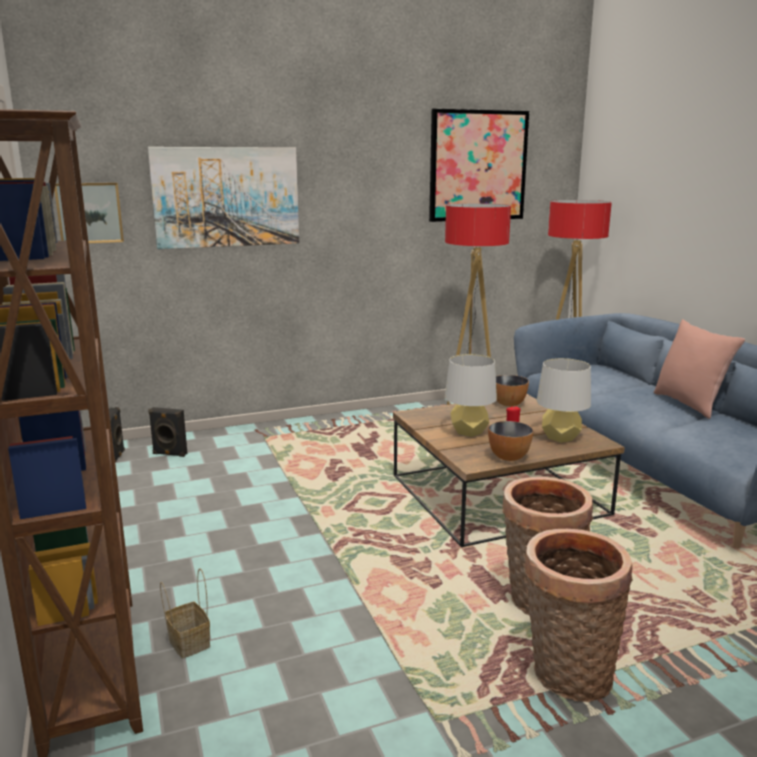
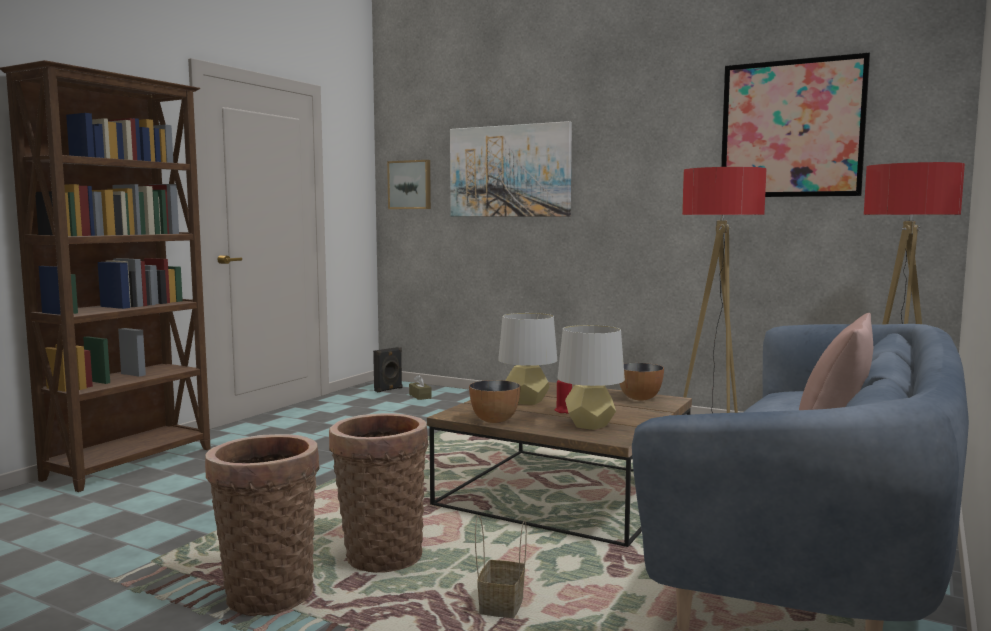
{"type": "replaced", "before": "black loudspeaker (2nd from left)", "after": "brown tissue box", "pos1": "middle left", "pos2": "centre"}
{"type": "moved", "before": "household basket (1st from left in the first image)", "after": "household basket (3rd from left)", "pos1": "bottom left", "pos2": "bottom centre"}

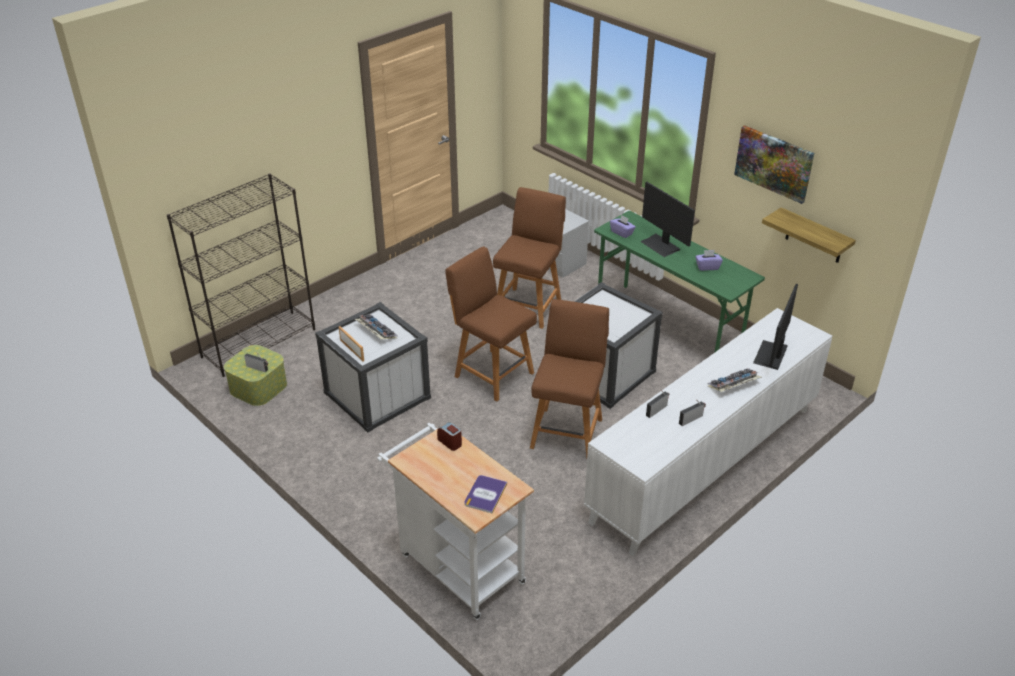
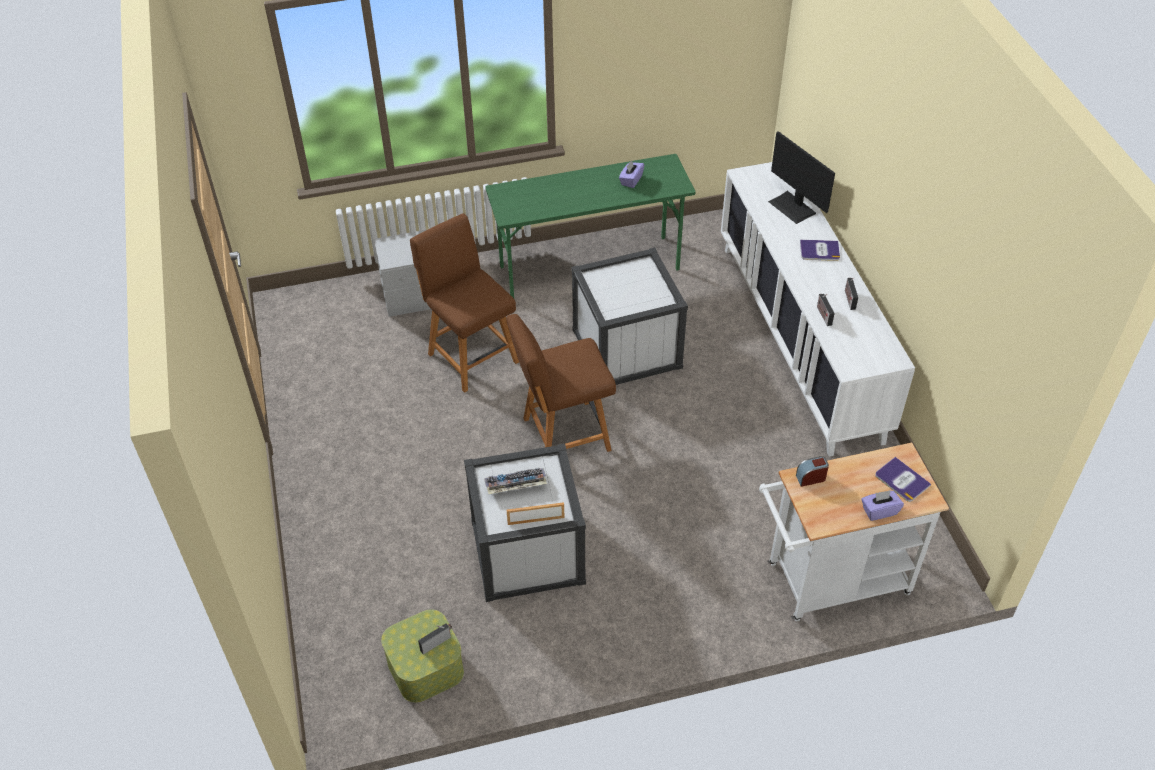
{"type": "removed", "before": "black shelving unit", "pos1": "middle left"}
{"type": "removed", "before": "brown chair (3rd from left)", "pos1": "centre"}
{"type": "moved", "before": "purple tissue box (1st from left in the first image)", "after": "purple tissue box (2nd from left)", "pos1": "centre", "pos2": "middle right"}
{"type": "removed", "before": "monitor (1st from left)", "pos1": "top centre"}
{"type": "replaced", "before": "computer keyboard (2nd from left)", "after": "book (1st from left)", "pos1": "middle right", "pos2": "top right"}
{"type": "removed", "before": "picture", "pos1": "top right"}
{"type": "removed", "before": "shelf", "pos1": "middle right"}

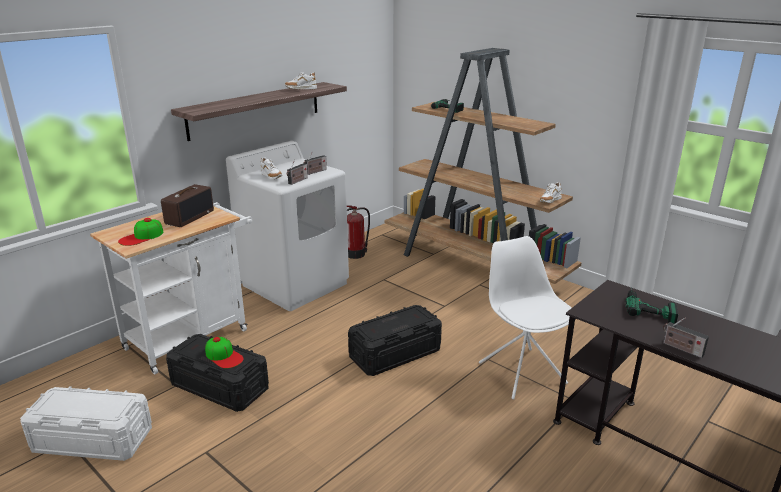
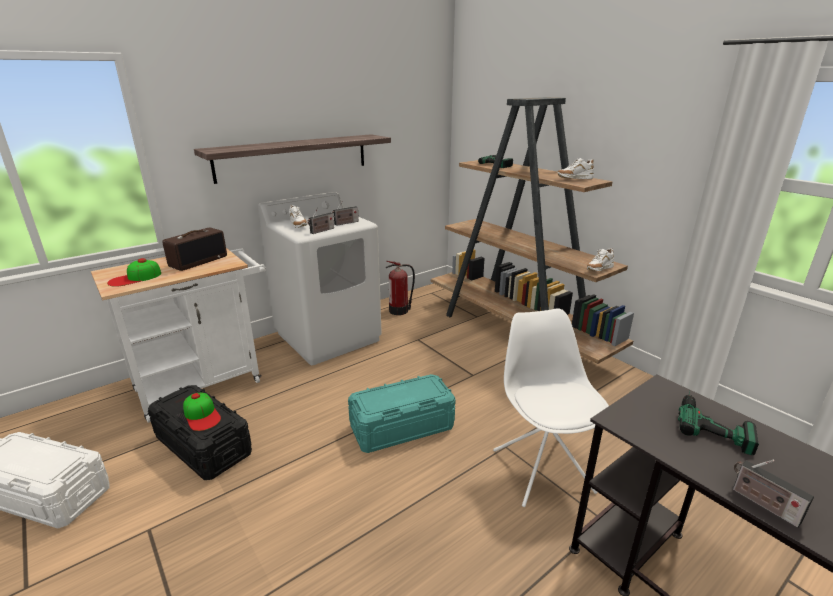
{"type": "moved", "before": "whitish low shoe (2nd from left)", "pos1": "top centre", "pos2": "top right"}
{"type": "recoloured", "before": "black storage box (2nd from left)", "after": "turquoise-coloured storage box", "pos1": "bottom centre", "pos2": "bottom centre"}

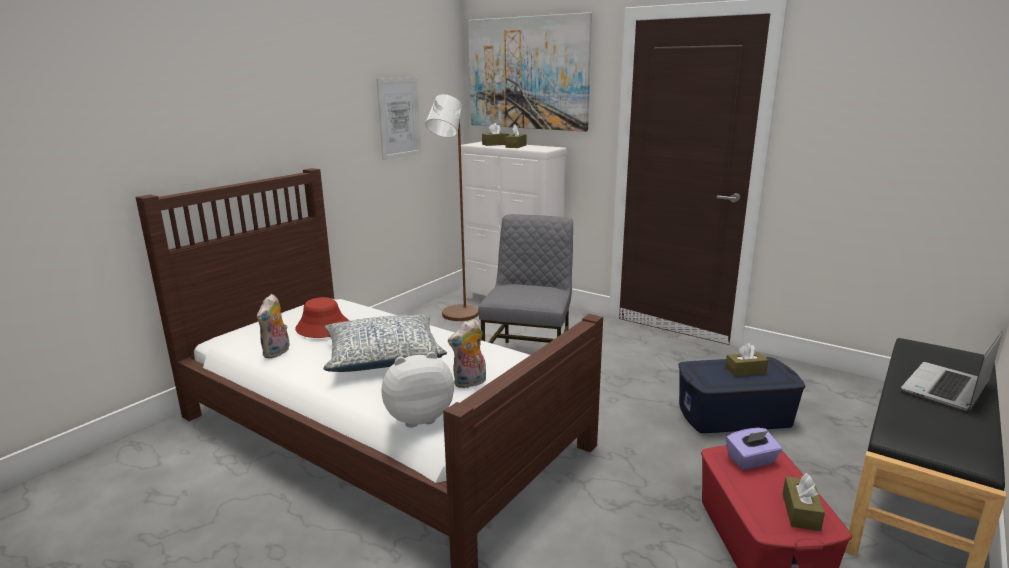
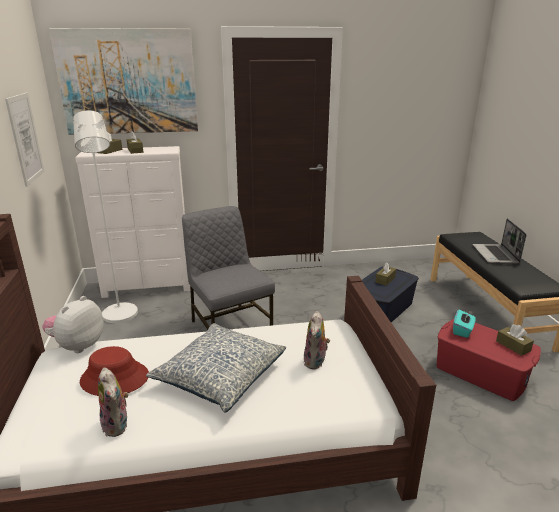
{"type": "moved", "before": "cuddly toy (2nd from left in the first image)", "after": "cuddly toy (1st from left)", "pos1": "bottom centre", "pos2": "middle left"}
{"type": "recoloured", "before": "brown floor lamp", "after": "whitish floor lamp", "pos1": "centre", "pos2": "middle left"}
{"type": "recoloured", "before": "purple tissue box", "after": "turquoise-coloured tissue box", "pos1": "bottom right", "pos2": "middle right"}

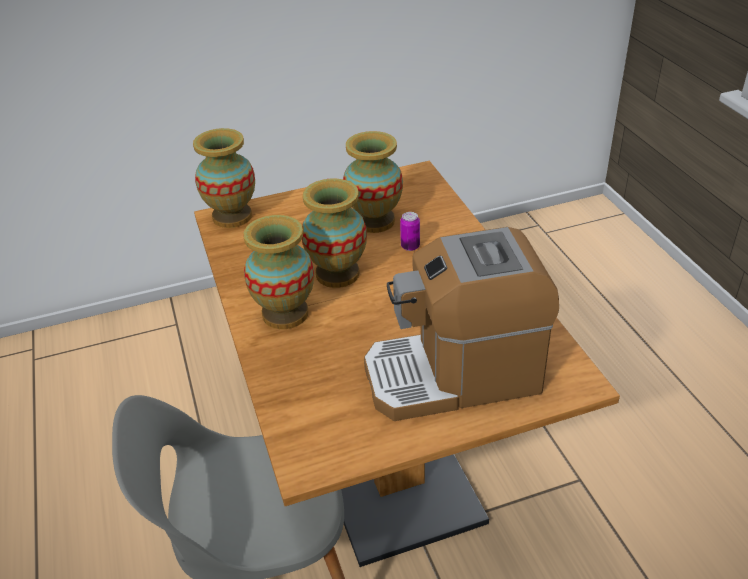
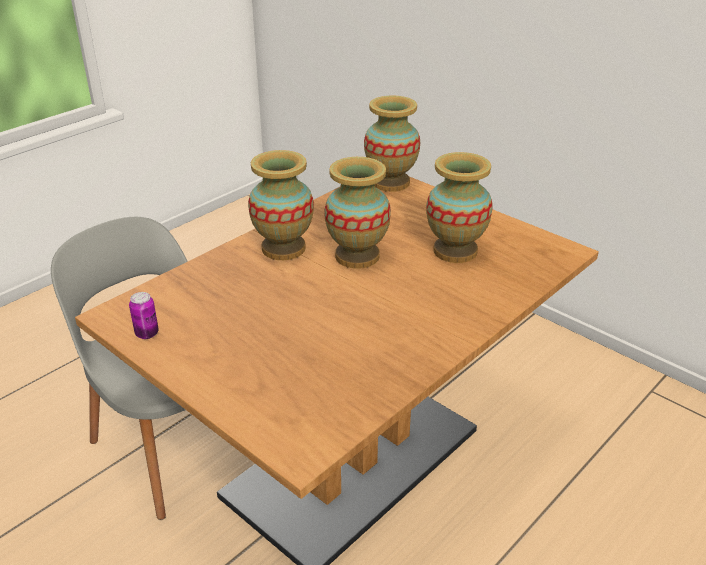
{"type": "removed", "before": "coffee machine", "pos1": "centre"}
{"type": "moved", "before": "sealed can", "pos1": "centre", "pos2": "middle left"}

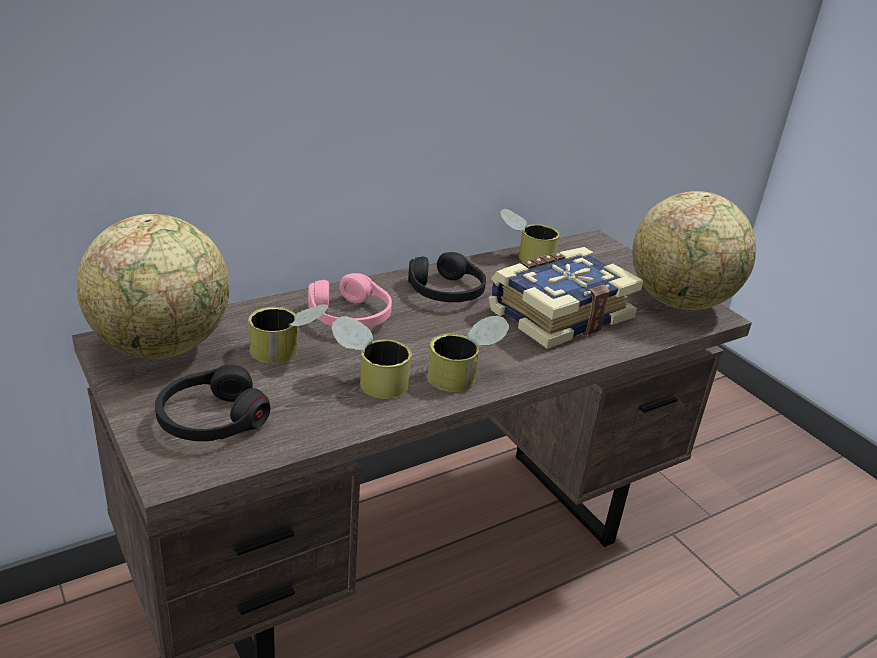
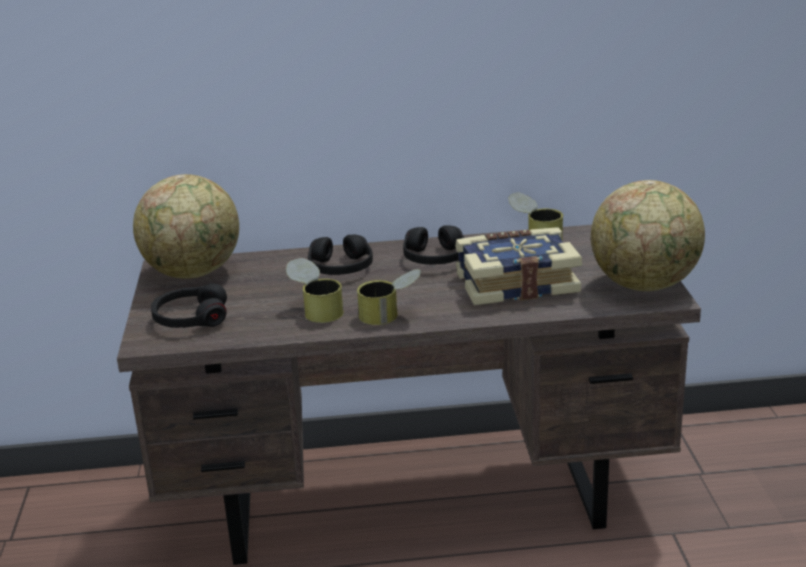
{"type": "removed", "before": "sealed can (1st from left)", "pos1": "middle left"}
{"type": "recoloured", "before": "pink-coloured pair of headphones", "after": "black pair of headphones (2nd from left)", "pos1": "centre", "pos2": "centre"}

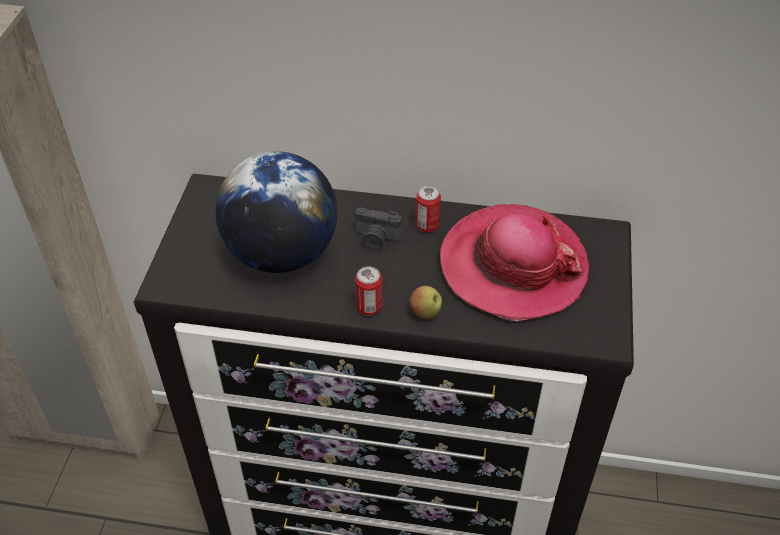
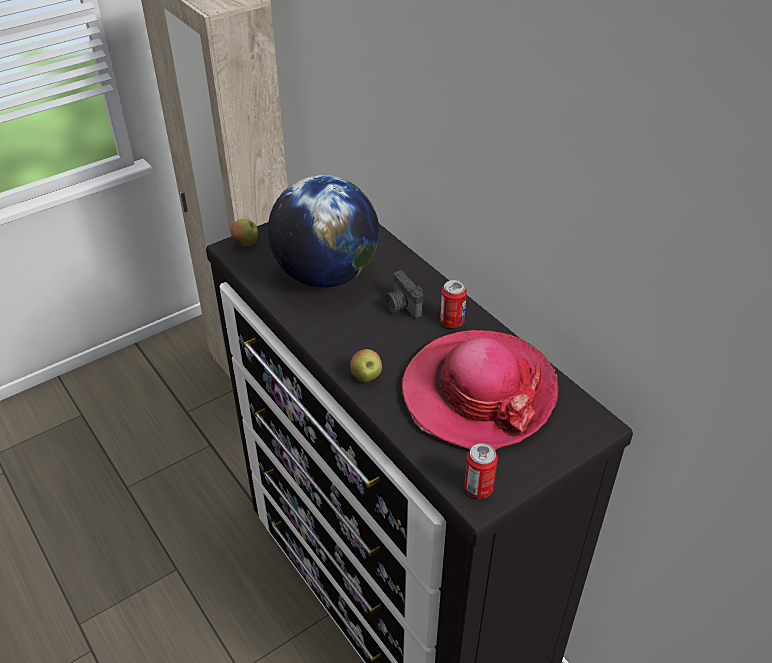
{"type": "moved", "before": "sealed can (1st from left in the first image)", "after": "sealed can (2nd from left)", "pos1": "centre", "pos2": "bottom centre"}
{"type": "added", "after": "apple fruit (1st from left)", "pos2": "middle left"}

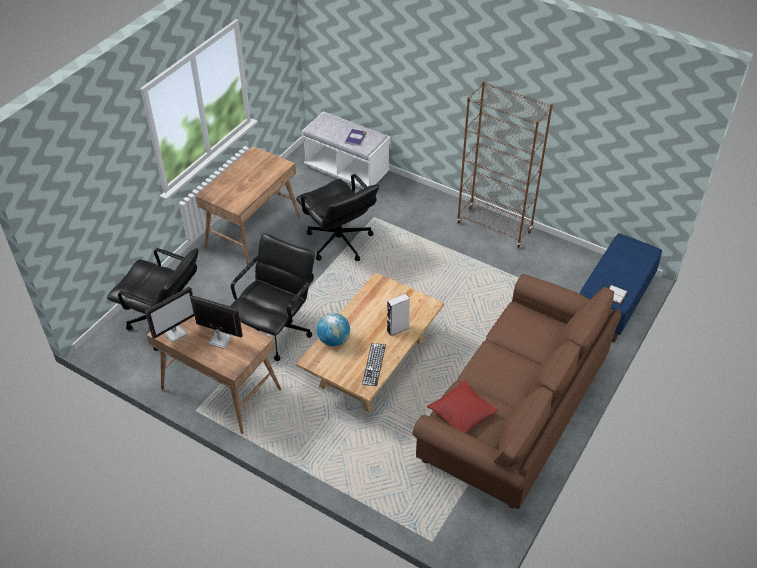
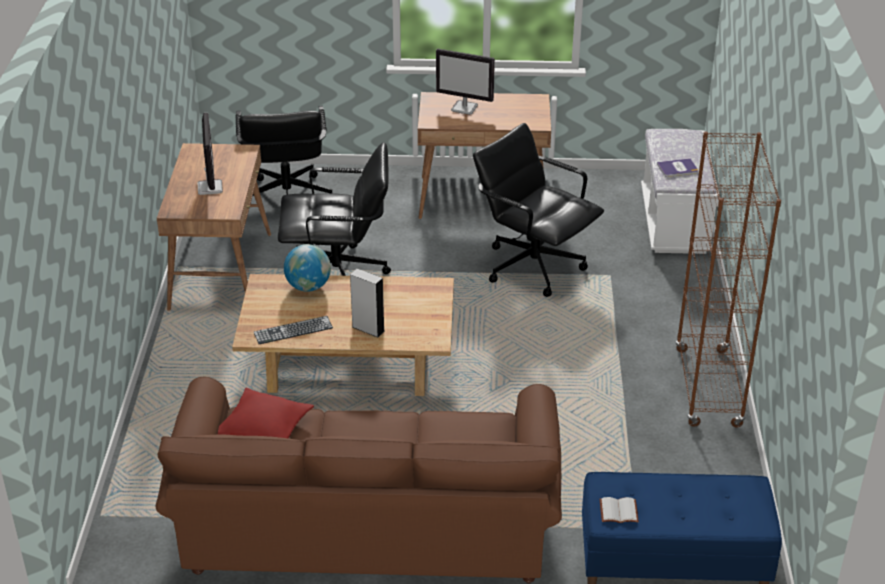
{"type": "moved", "before": "monitor (1st from left in the first image)", "after": "monitor (2nd from left)", "pos1": "middle left", "pos2": "top centre"}
{"type": "turned", "before": "black desk chair (3rd from left)", "pos1": "centre", "pos2": "centre", "turn": 105}

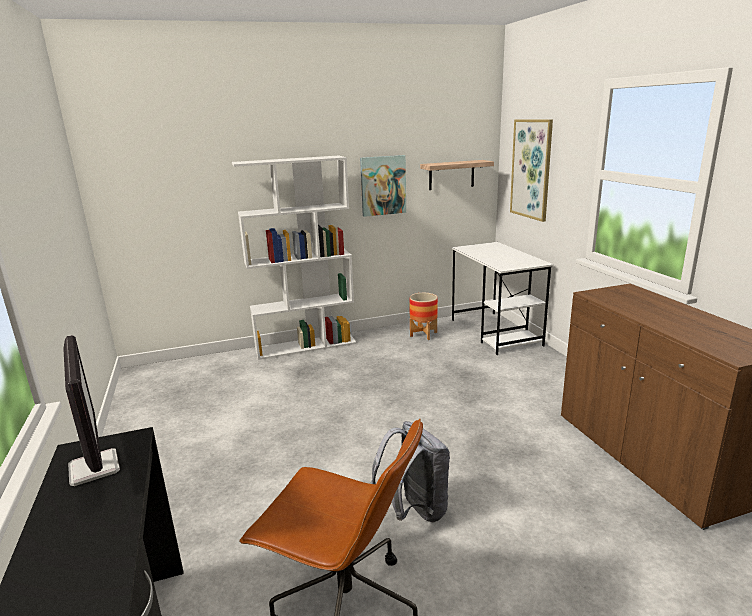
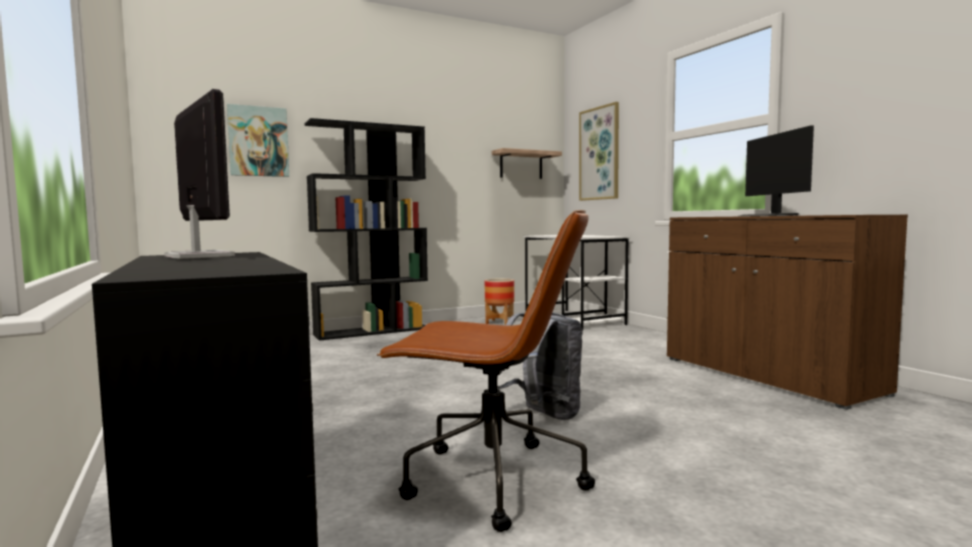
{"type": "recoloured", "before": "whitish shelving unit", "after": "black shelving unit", "pos1": "centre", "pos2": "centre"}
{"type": "moved", "before": "picture (1st from left)", "pos1": "top centre", "pos2": "top left"}
{"type": "added", "after": "monitor (2nd from left)", "pos2": "top right"}

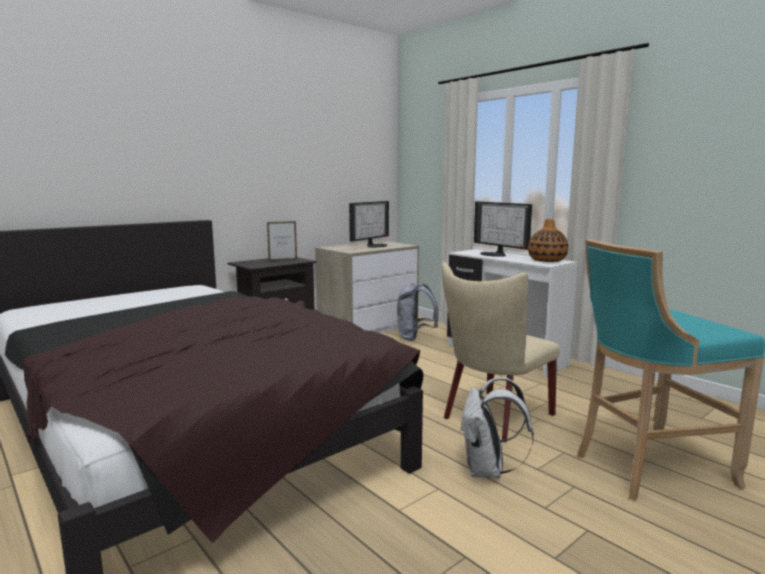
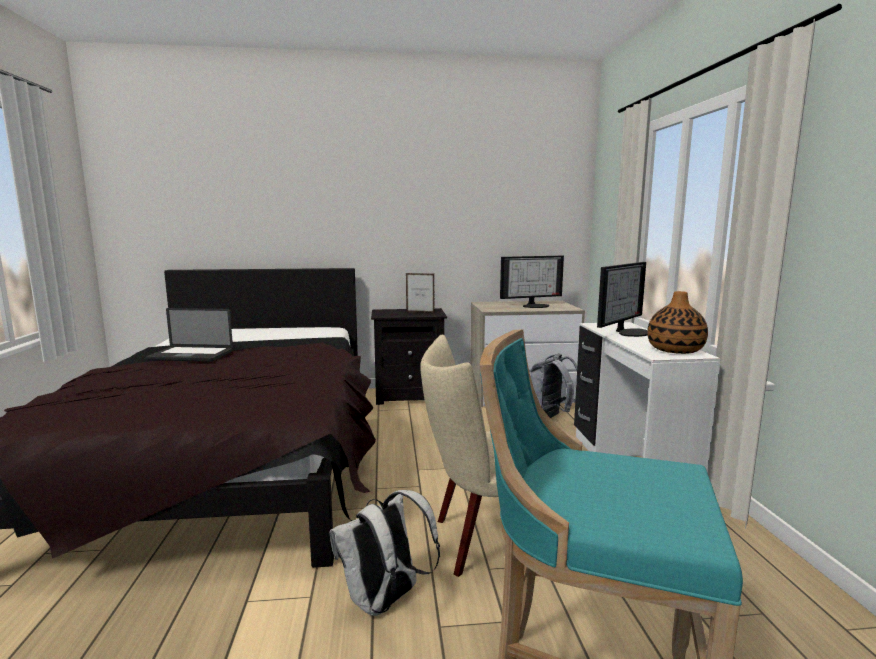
{"type": "turned", "before": "monitor (2nd from left)", "pos1": "centre", "pos2": "middle right", "turn": -135}
{"type": "added", "after": "laptop", "pos2": "middle left"}

